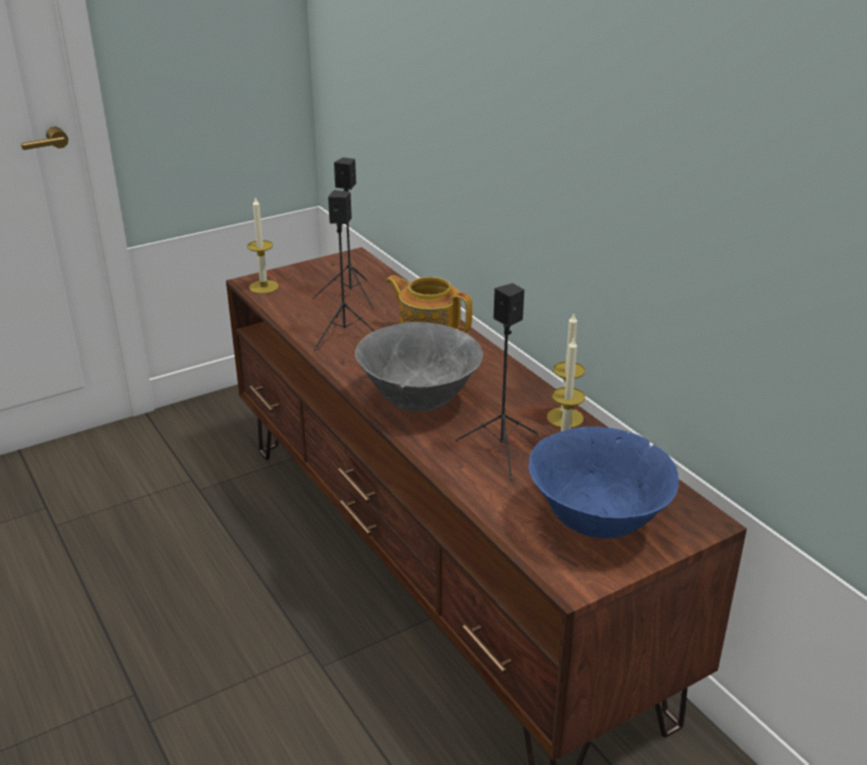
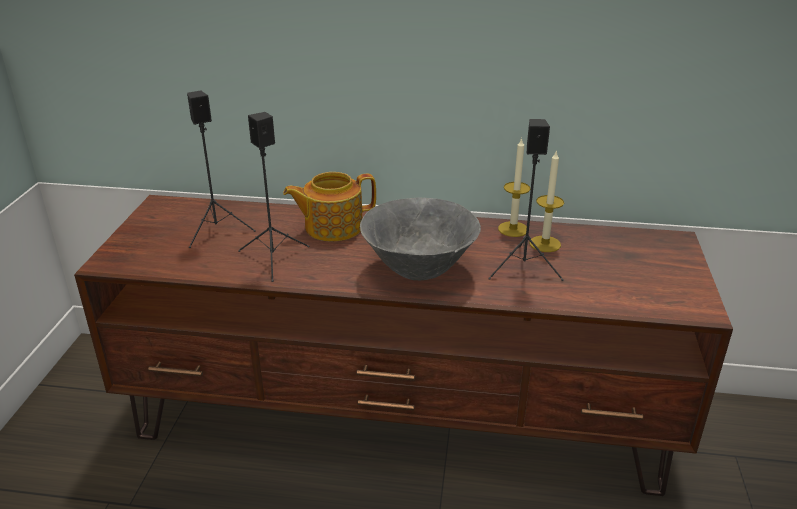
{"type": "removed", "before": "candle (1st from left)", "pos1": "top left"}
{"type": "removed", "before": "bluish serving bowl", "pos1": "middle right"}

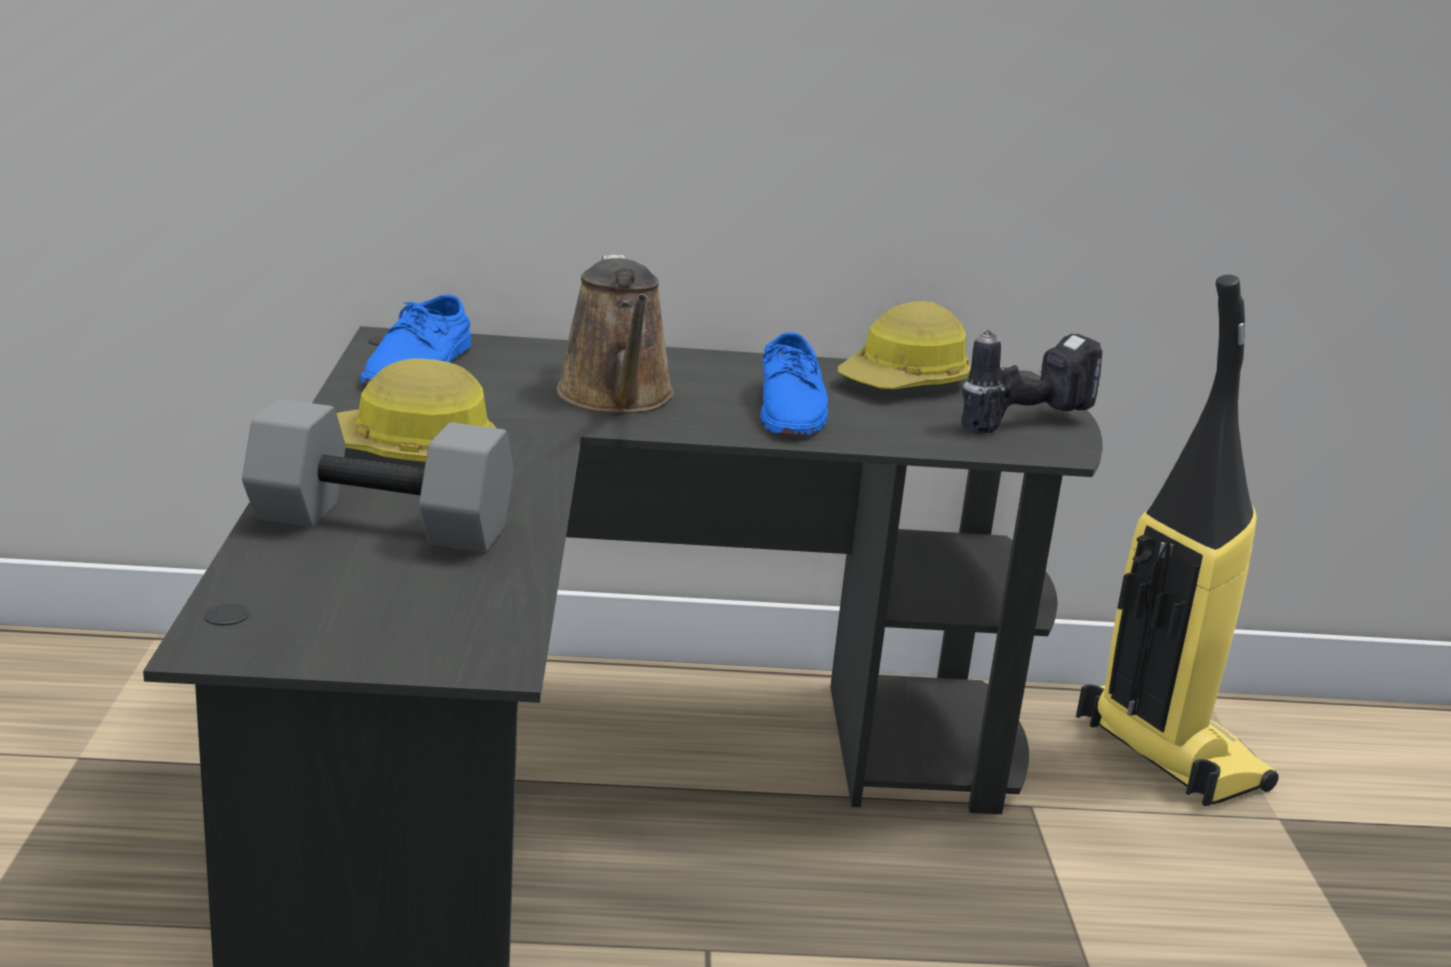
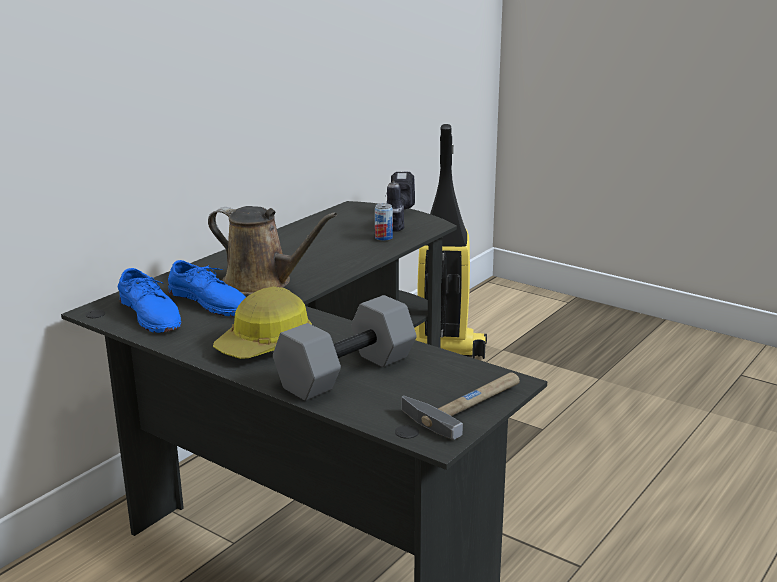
{"type": "moved", "before": "bluish low shoe (2nd from left)", "pos1": "centre", "pos2": "middle left"}
{"type": "removed", "before": "hard hat (2nd from left)", "pos1": "centre"}
{"type": "added", "after": "sealed can", "pos2": "centre"}
{"type": "added", "after": "tool hammer", "pos2": "bottom centre"}

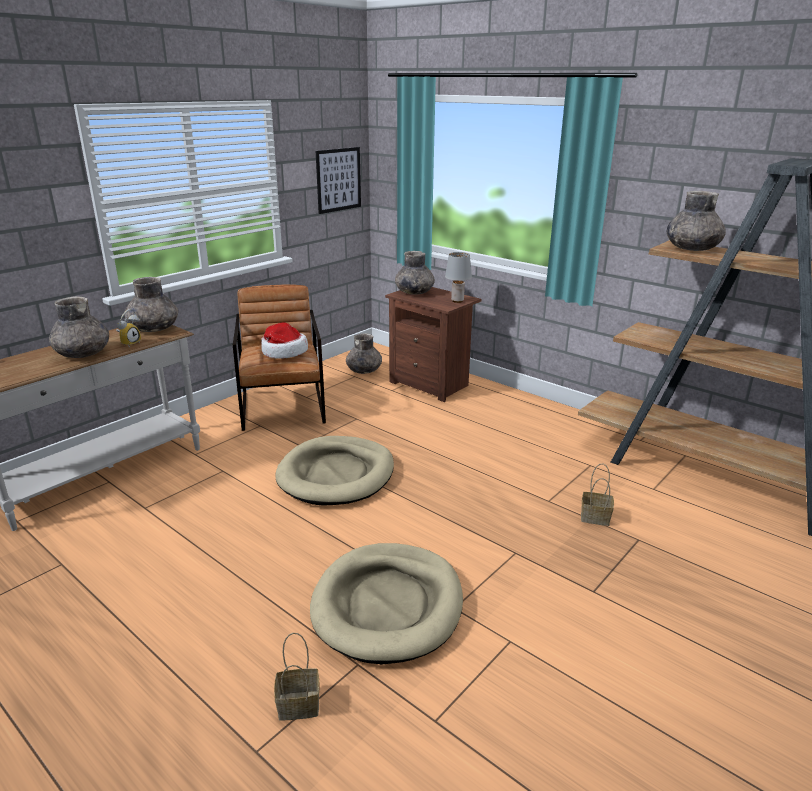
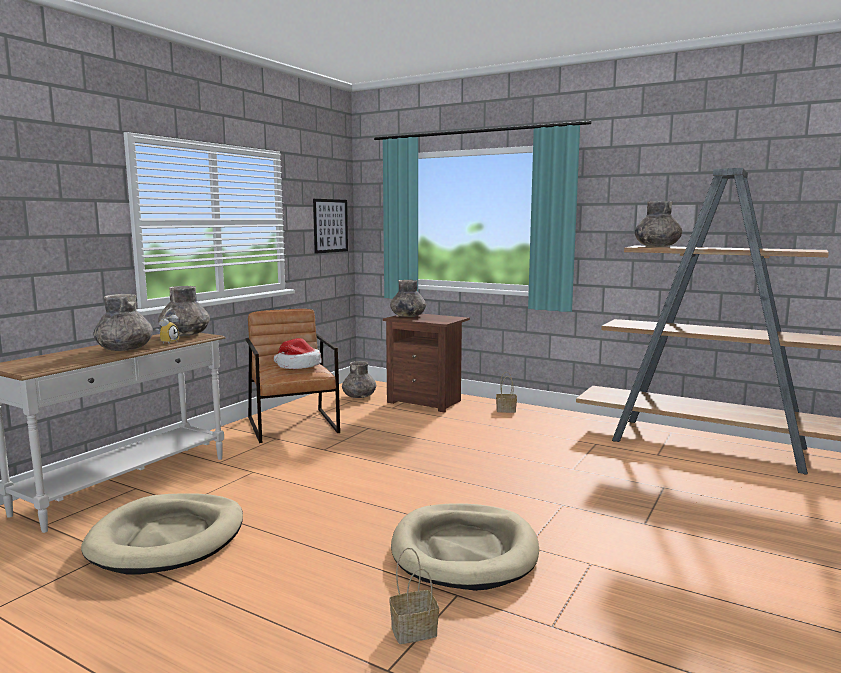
{"type": "moved", "before": "beige-coloured dog cushion (1st from left)", "pos1": "centre", "pos2": "bottom left"}
{"type": "removed", "before": "grey table lamp", "pos1": "centre"}
{"type": "moved", "before": "household basket (2nd from left)", "pos1": "middle right", "pos2": "centre"}

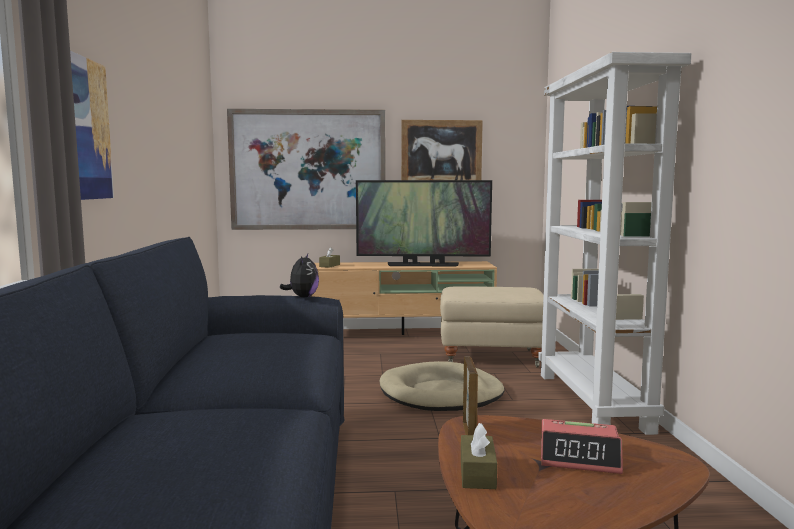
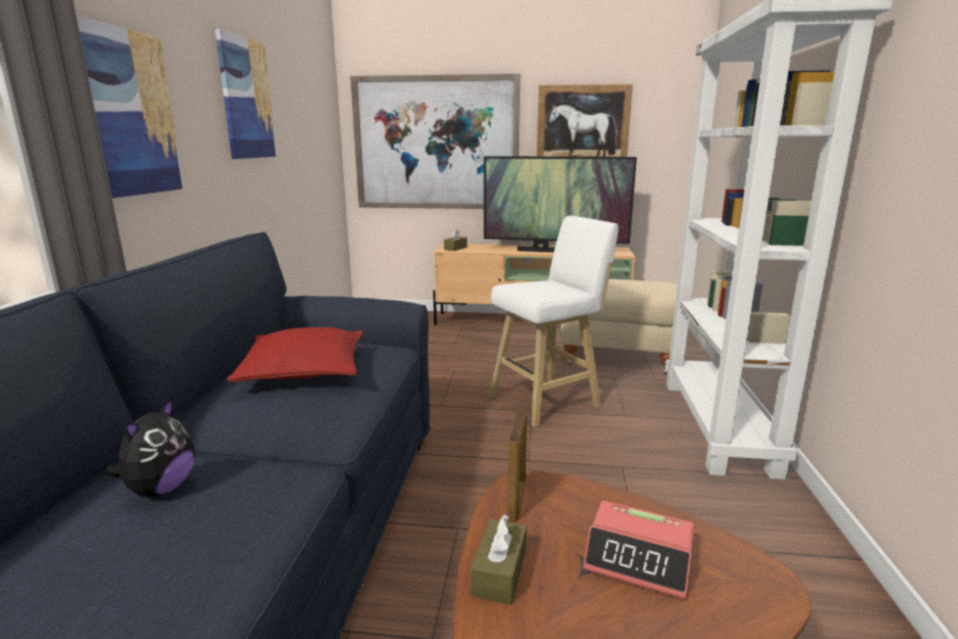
{"type": "moved", "before": "cuddly toy", "pos1": "centre", "pos2": "bottom left"}
{"type": "replaced", "before": "beige-coloured dog cushion", "after": "whitish stool", "pos1": "bottom centre", "pos2": "centre"}
{"type": "added", "after": "picture (2nd from left)", "pos2": "top left"}
{"type": "added", "after": "red throw pillow", "pos2": "middle left"}

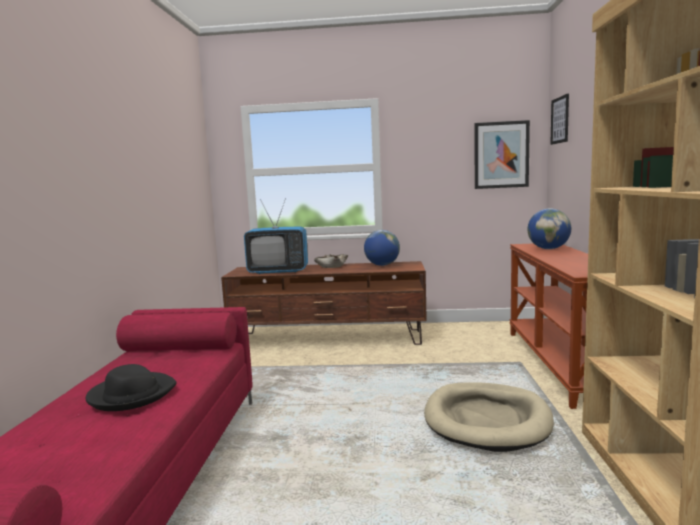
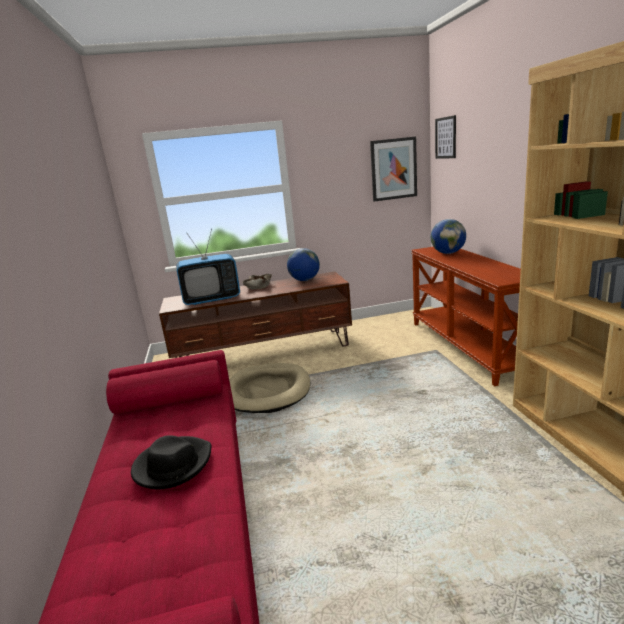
{"type": "moved", "before": "beige-coloured dog cushion", "pos1": "bottom right", "pos2": "centre"}

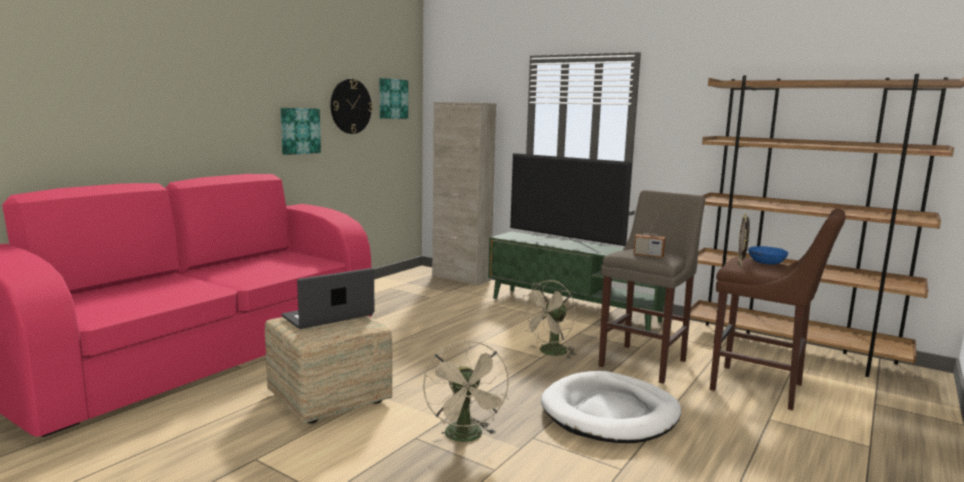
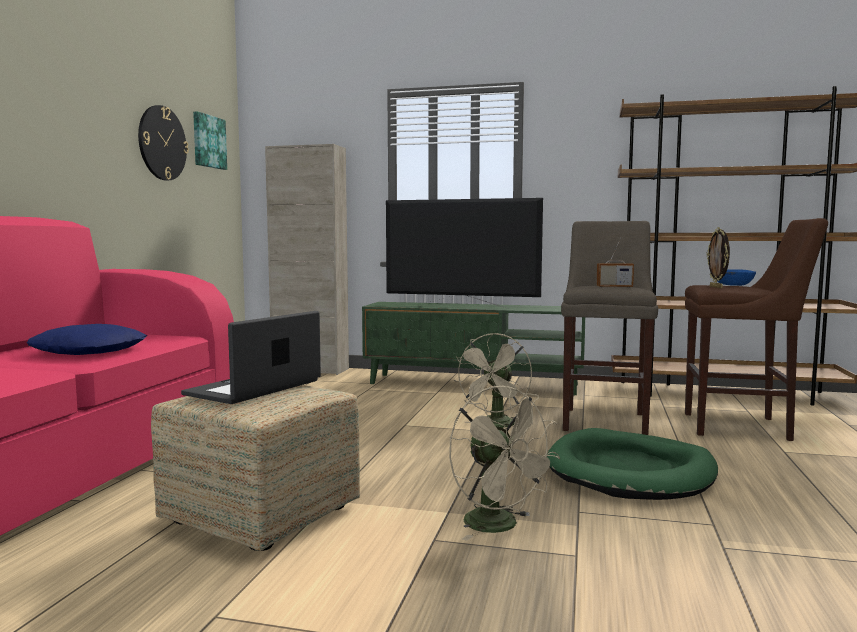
{"type": "removed", "before": "picture (1st from left)", "pos1": "top left"}
{"type": "recoloured", "before": "whitish dog cushion", "after": "green-coloured dog cushion", "pos1": "bottom centre", "pos2": "bottom right"}
{"type": "added", "after": "bluish throw pillow", "pos2": "middle left"}

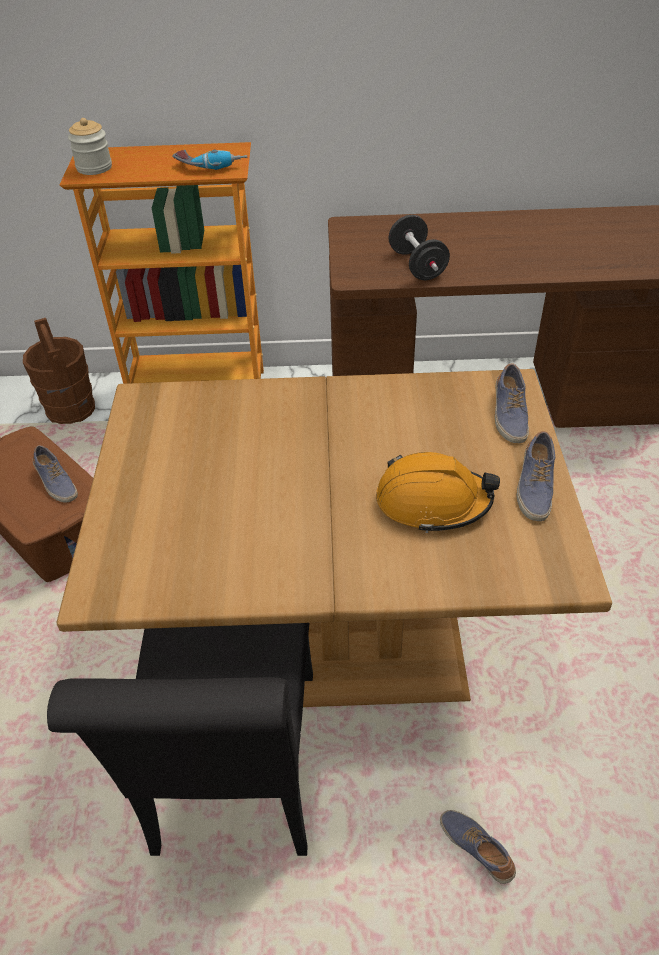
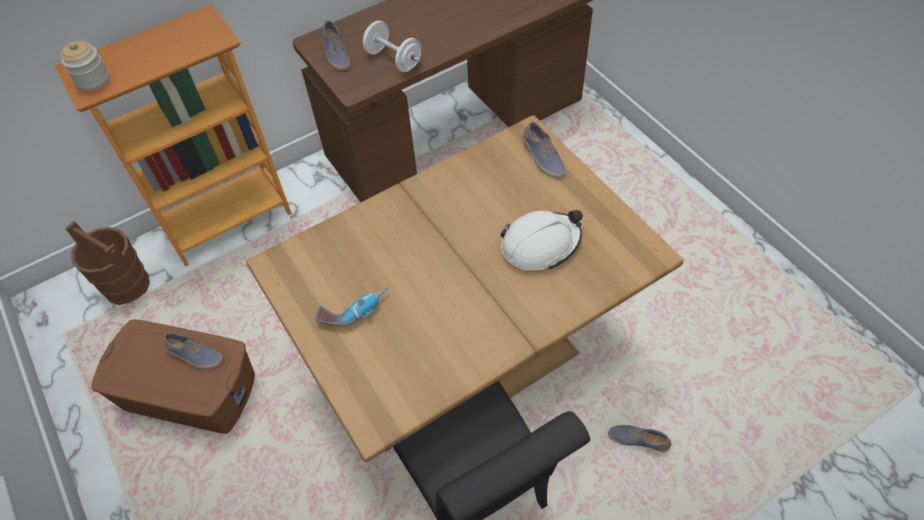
{"type": "moved", "before": "electric drill", "pos1": "top left", "pos2": "centre"}
{"type": "recoloured", "before": "orange hard hat", "after": "whitish hard hat", "pos1": "centre", "pos2": "centre"}
{"type": "recoloured", "before": "black hand weight", "after": "whitish hand weight", "pos1": "top centre", "pos2": "top centre"}
{"type": "moved", "before": "low shoe (4th from left in the first image)", "after": "low shoe (2nd from left)", "pos1": "middle right", "pos2": "top centre"}

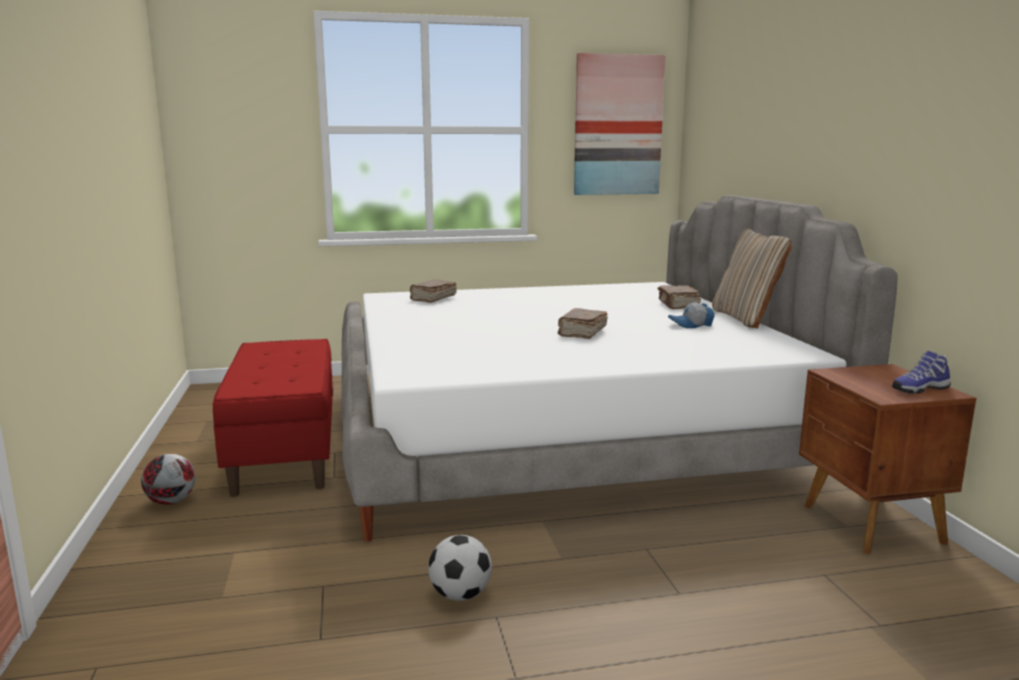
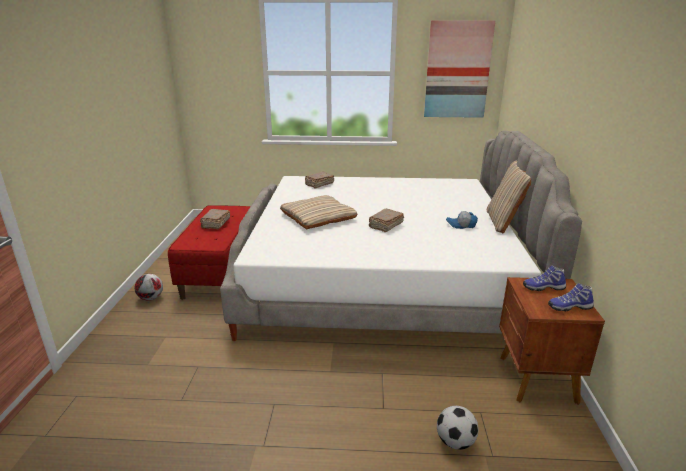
{"type": "moved", "before": "football ball (2nd from left)", "pos1": "bottom centre", "pos2": "bottom right"}
{"type": "moved", "before": "brown book (3rd from left in the first image)", "after": "brown book (1st from left)", "pos1": "centre", "pos2": "middle left"}
{"type": "added", "after": "beige-coloured throw pillow (1st from left)", "pos2": "centre"}
{"type": "added", "after": "low shoe (1st from left)", "pos2": "middle right"}

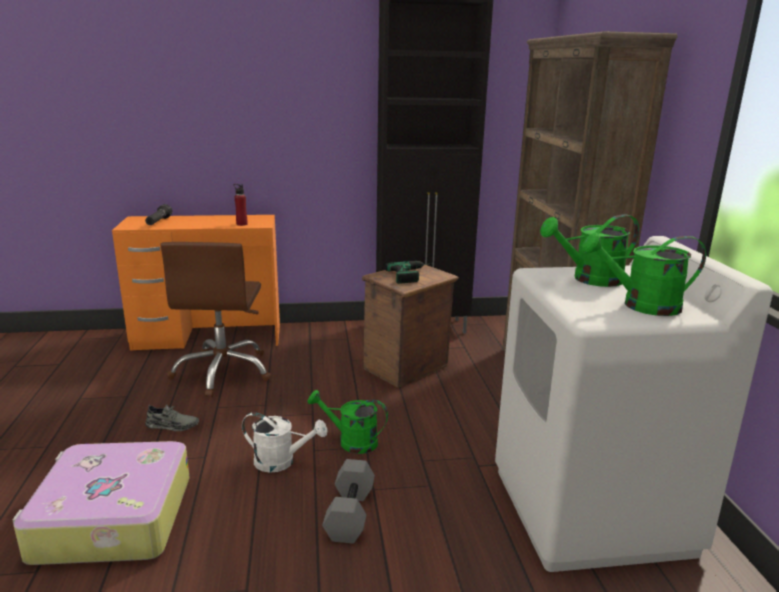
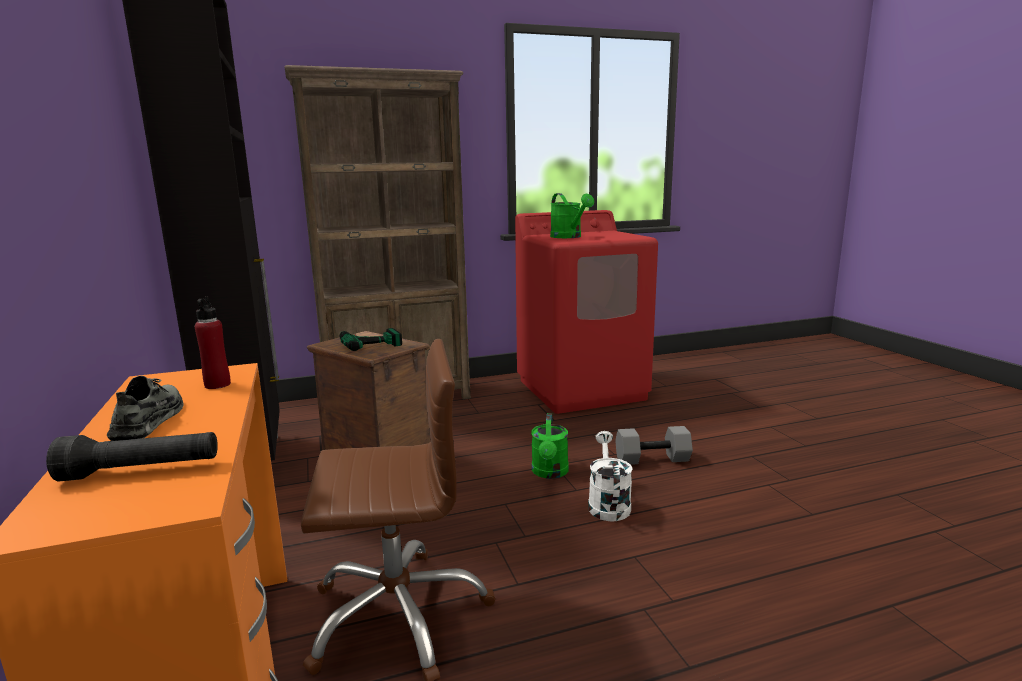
{"type": "removed", "before": "suitcase", "pos1": "bottom left"}
{"type": "moved", "before": "grey low shoe", "pos1": "bottom left", "pos2": "middle left"}
{"type": "recoloured", "before": "whitish washing machine", "after": "red washing machine", "pos1": "bottom right", "pos2": "centre"}
{"type": "removed", "before": "green-coloured watering pot (3rd from left)", "pos1": "middle right"}

